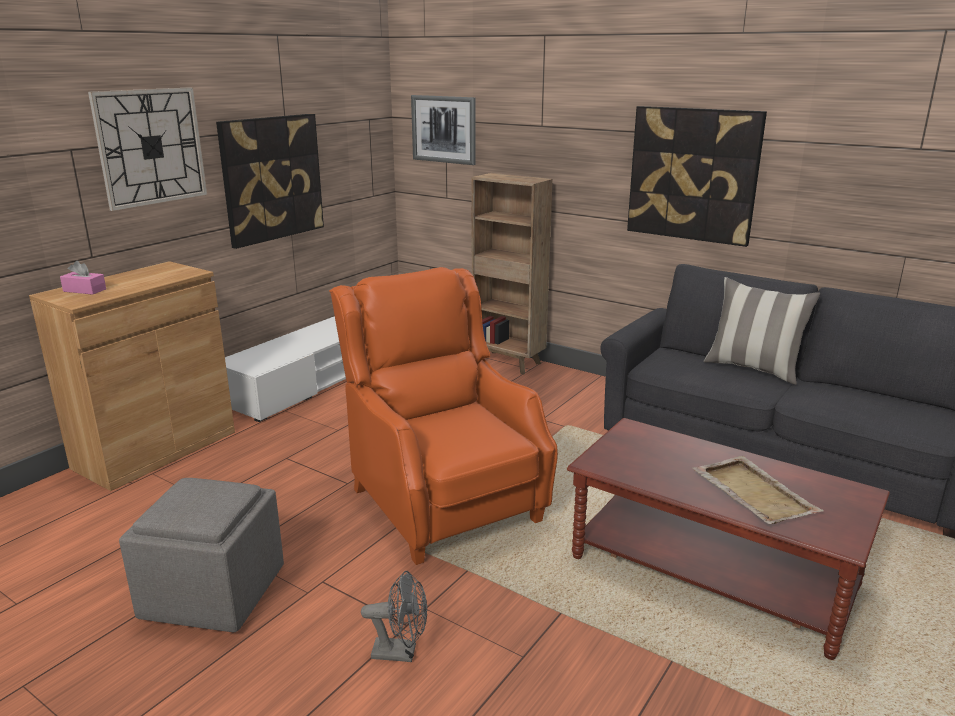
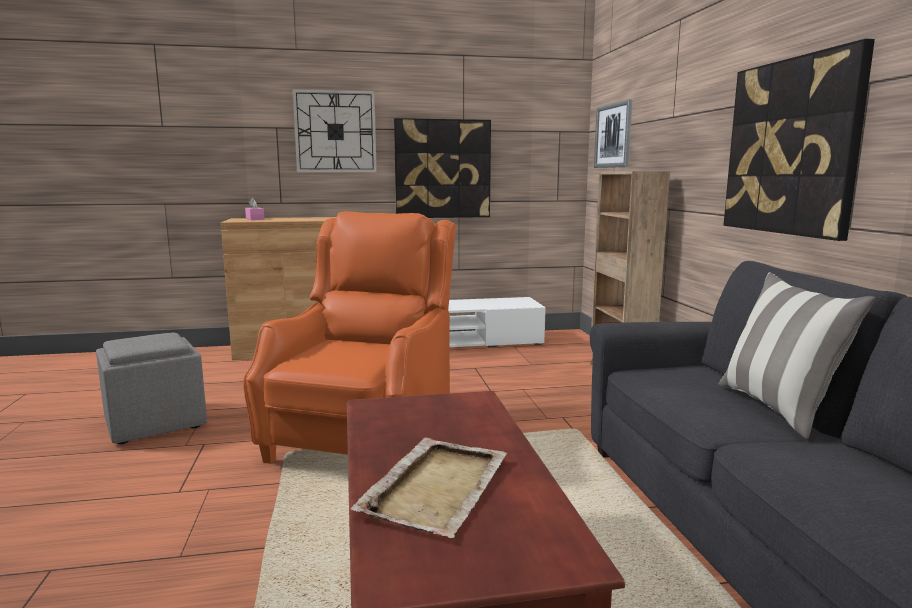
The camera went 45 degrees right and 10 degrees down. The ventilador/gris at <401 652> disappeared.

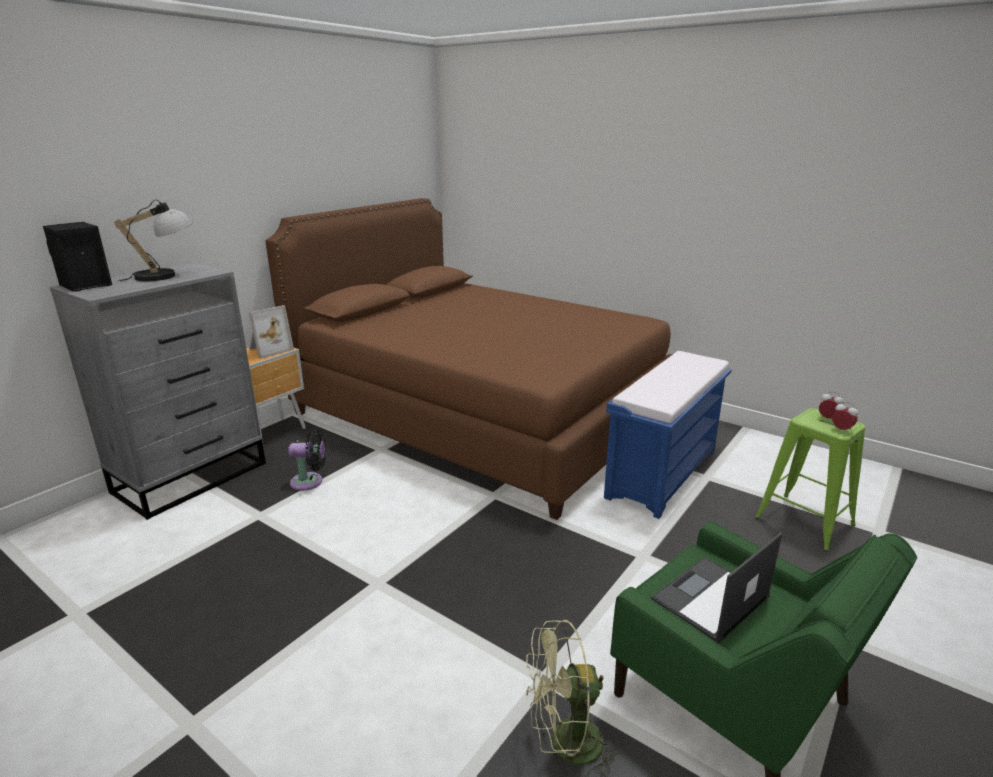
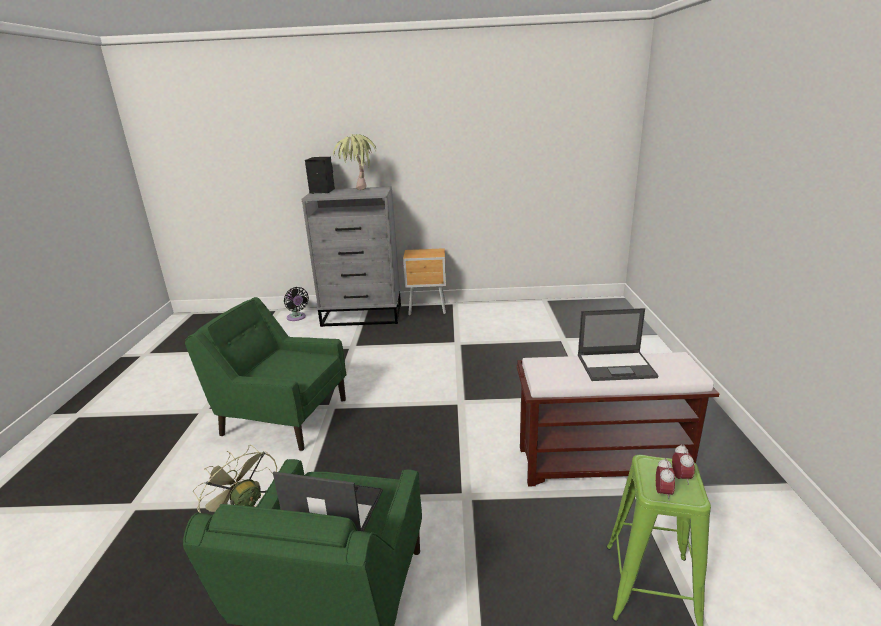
The camera went 55 degrees right and 0 degrees up. The portarretratos at <269 350> disappeared. The cama/marrón at <482 415> disappeared. The sillón/verde at <283 416> appeared. The portátil at <616 366> appeared. The ventilador/negro moved from <310 482> to <297 318>. The lámpara de mesa at <167 275> was replaced by the planta en maceta at <358 192>. The banco/azul at <662 473> became the banco/marrón at <603 462>.

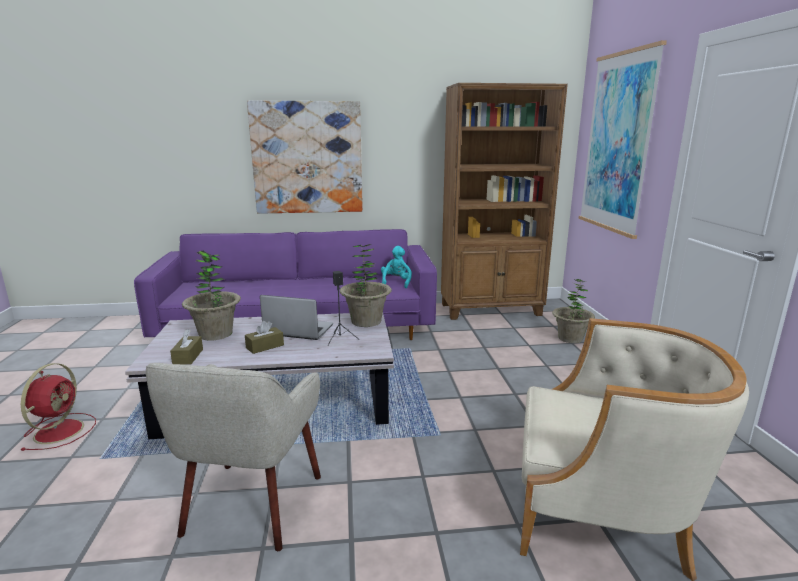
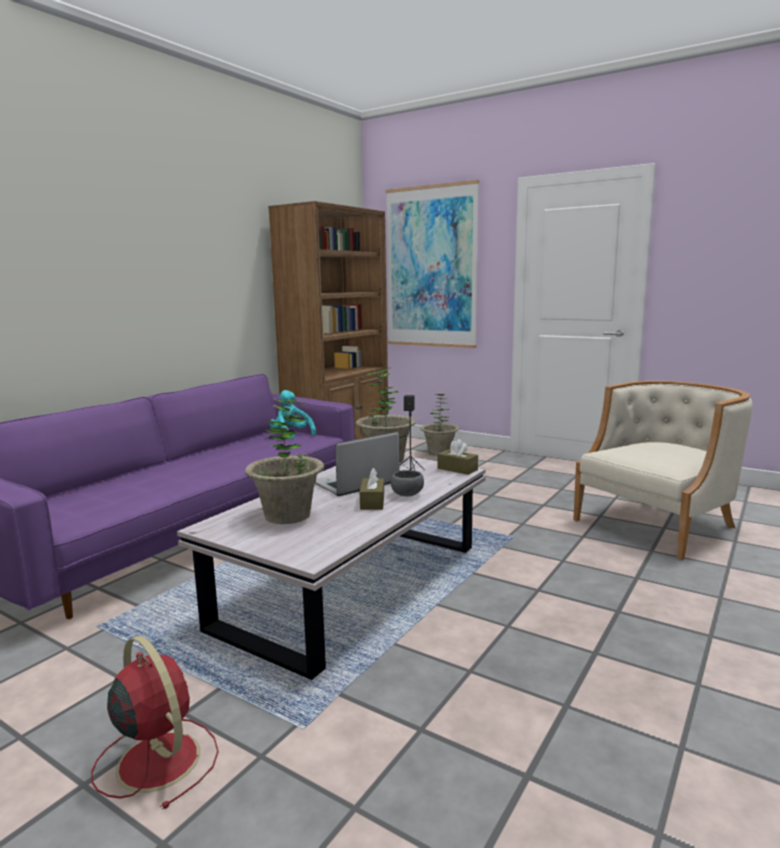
The camera went 50 degrees left and 5 degrees down. The sillón/beis at <251 505> disappeared. The cuadro at <307 158> disappeared. The cuenco/gris at <408 494> appeared. The caja de pañuelos/marrón moved from <188 357> to <457 469>.

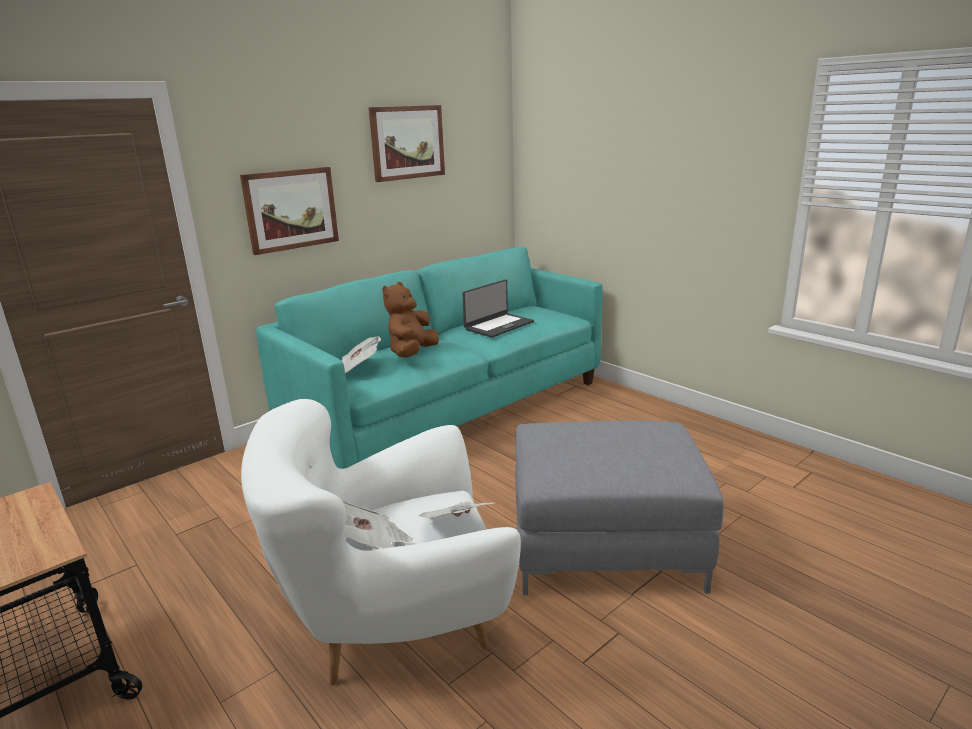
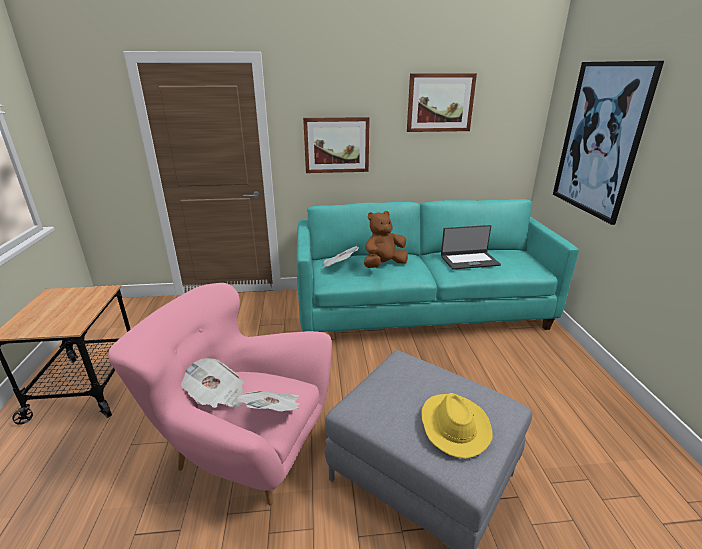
The camera went 35 degrees right and 5 degrees up. The sombrero/amarillo at <453 425> appeared. The cuadro at <599 140> appeared. The sillón/blanco at <395 622> became the sillón/rosa at <243 450>.

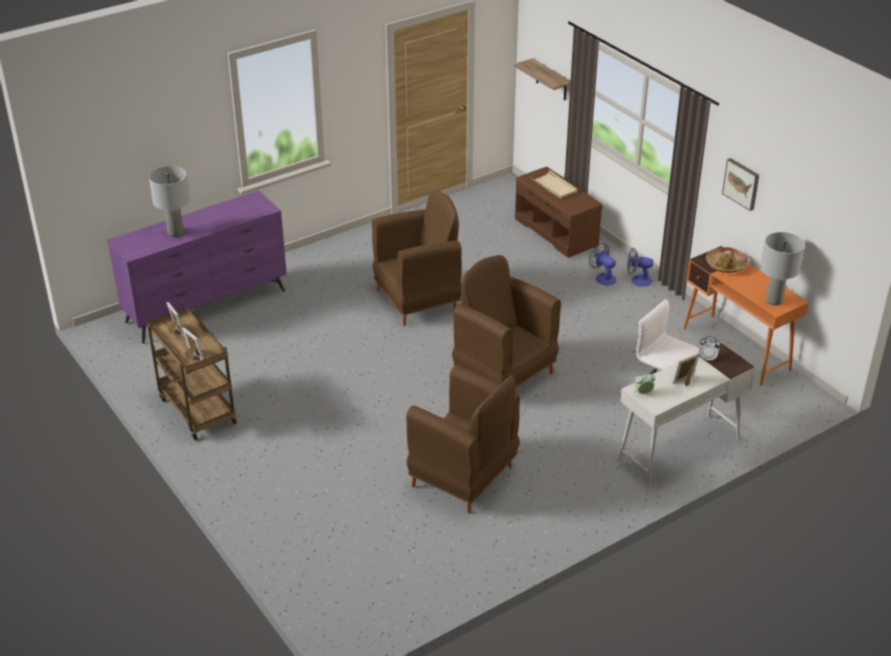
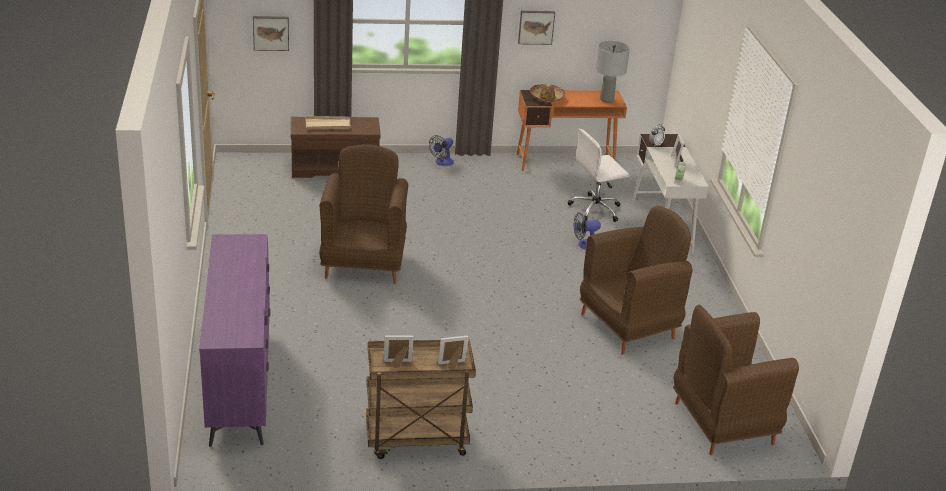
The camera went 65 degrees left and 5 degrees down. The lámpara de mesa/gris at <176 232> disappeared. The sillón/marrón moved from <504 374> to <721 424>. The ventilador moved from <602 277> to <584 245>. The estante at <551 80> was replaced by the cuadro at <271 32>.

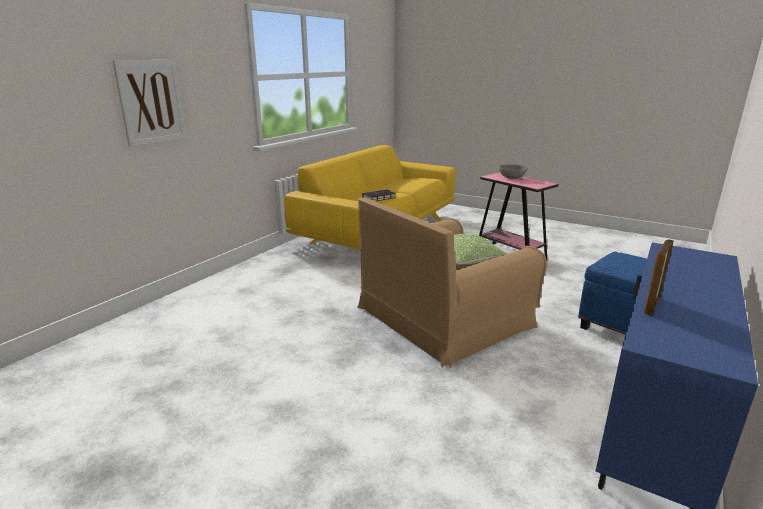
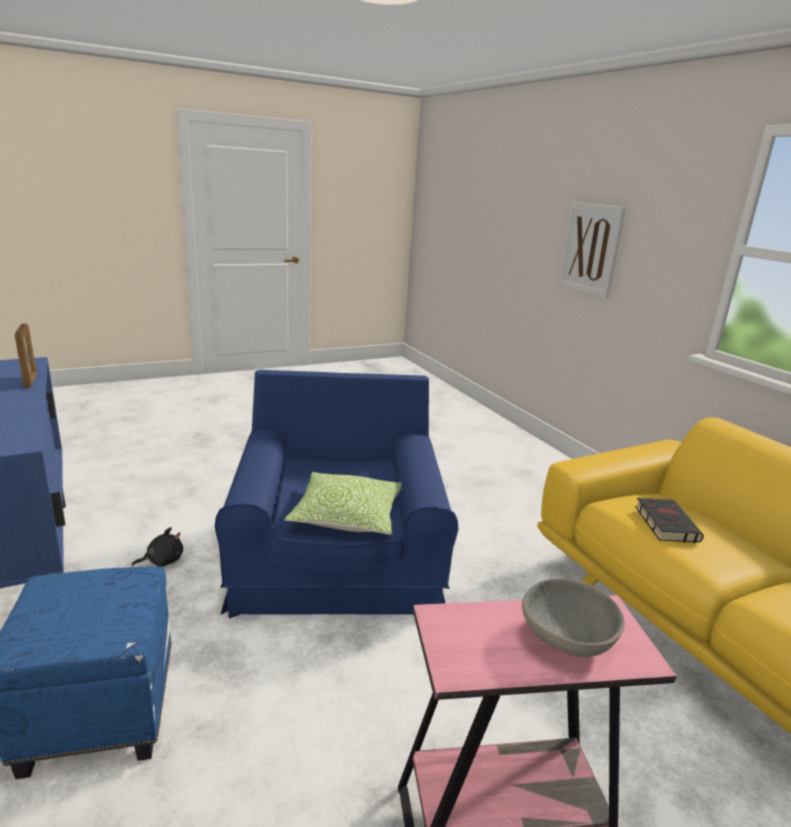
The camera went 120 degrees right and 0 degrees up. The peluche/negro at <162 561> appeared. The sillón/marrón at <443 317> became the sillón/azul at <337 560>.

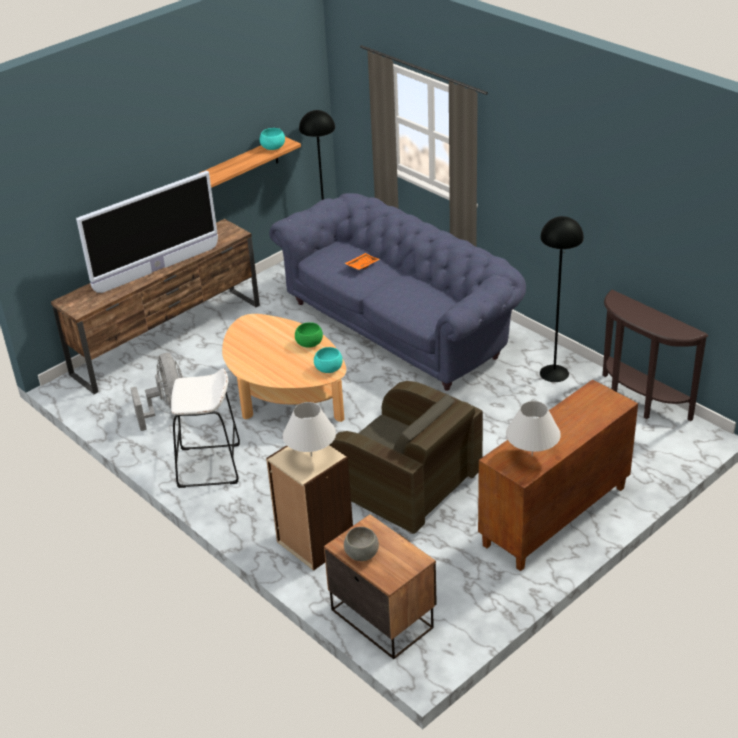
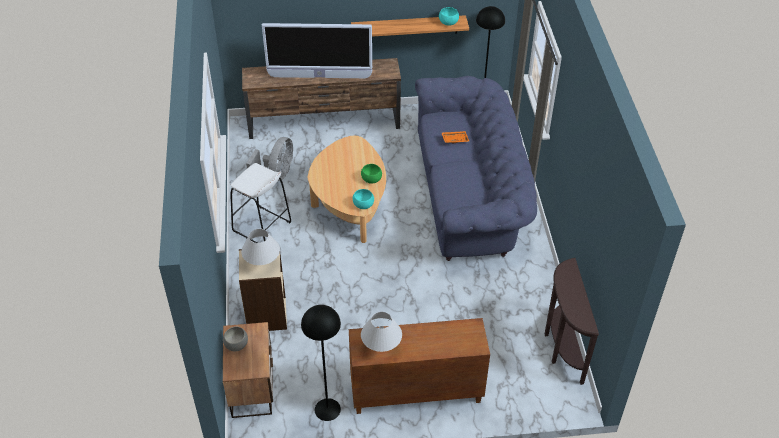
The camera went 35 degrees right and 10 degrees up. The sillón/marrón at <404 484> disappeared. The lámpara de pie/negro moved from <554 373> to <327 409>.

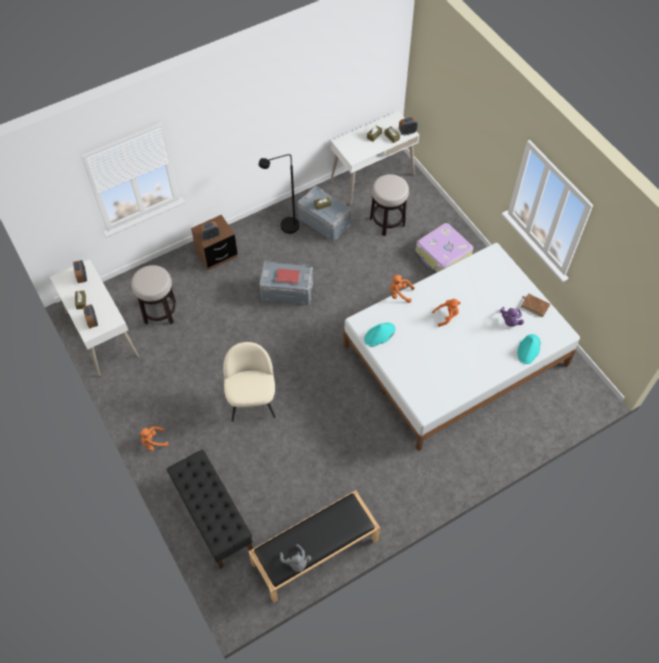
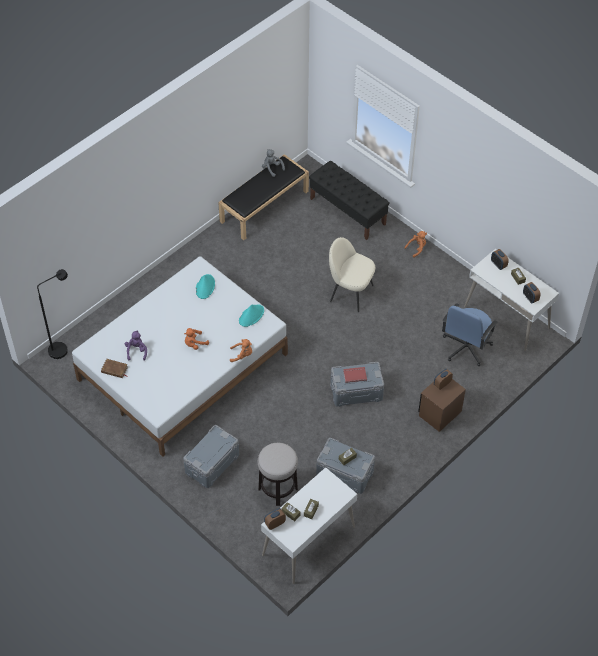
The camera went 165 degrees right and 5 degrees down. The lámpara de pie/negro moved from <285 228> to <62 348>. The sombrero/turquesa moved from <528 349> to <205 287>. The taburete at <160 312> was replaced by the silla de oficina/azul at <465 347>. The maleta at <442 254> was replaced by the caja de almacenaje/gris at <211 463>. The silla/beis at <252 401> turned 135 degrees clockwise.

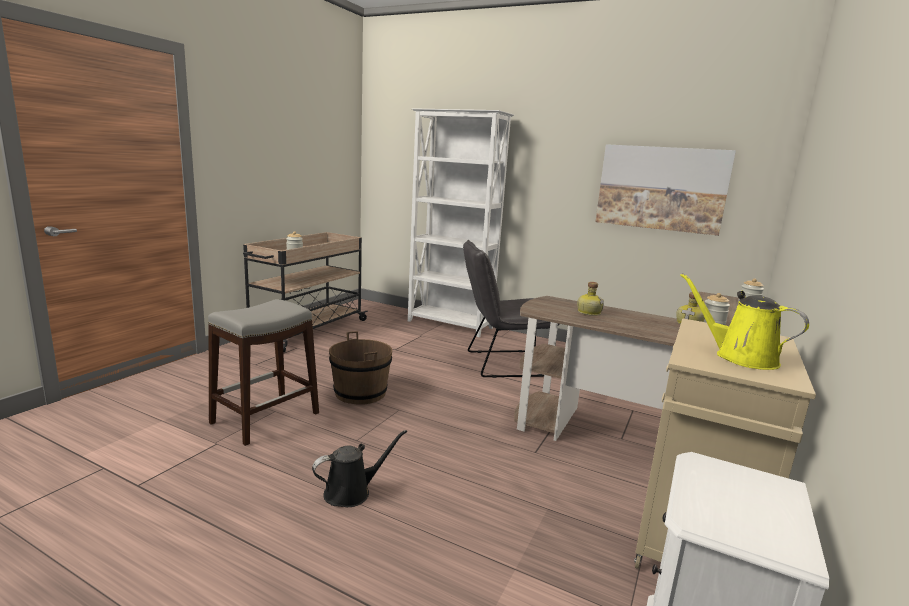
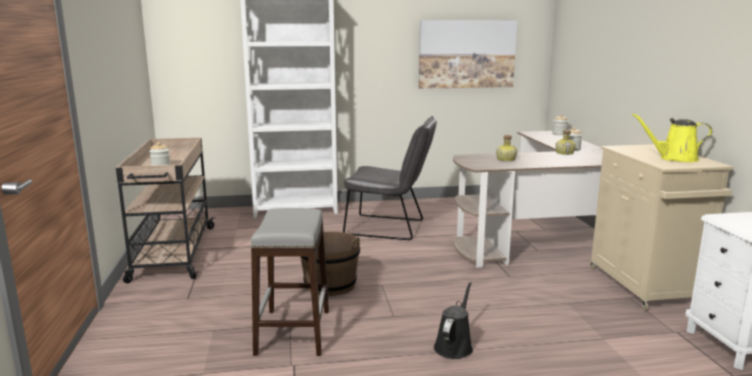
The camera went 35 degrees left and 0 degrees up. The silla/gris at <502 363> turned 120 degrees counterclockwise.

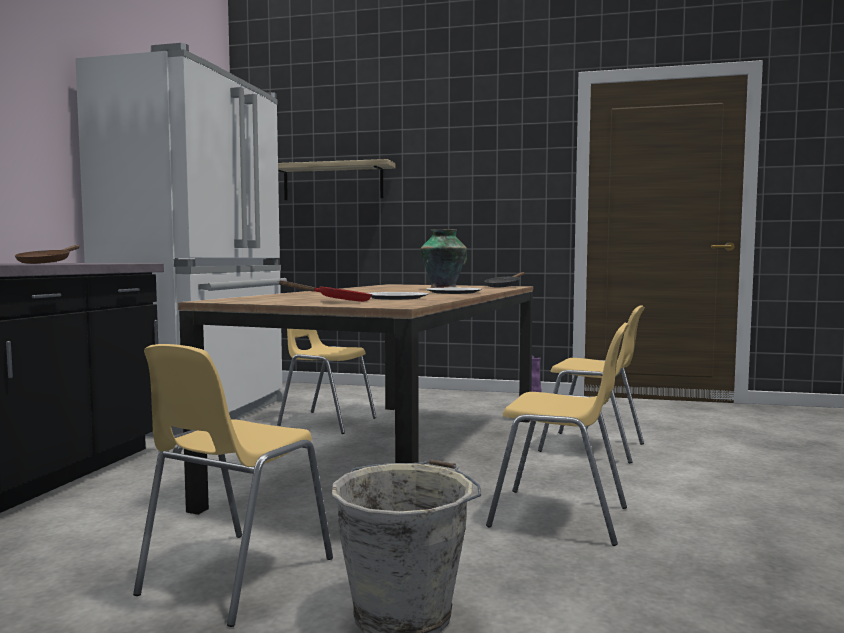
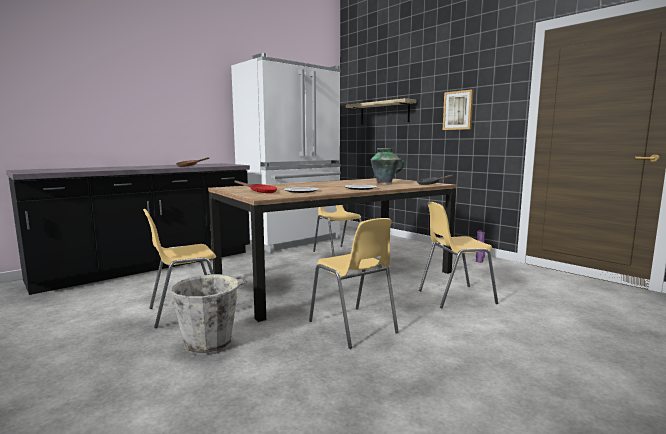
The camera went 35 degrees right and 5 degrees up. The cuadro at <458 110> appeared. The silla/amarillo at <593 448> turned 105 degrees clockwise.

